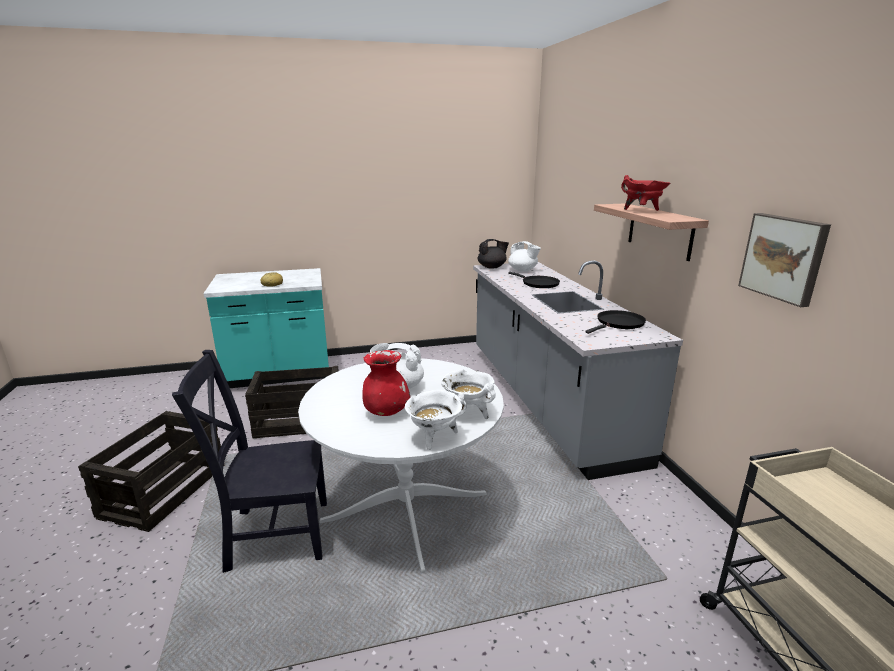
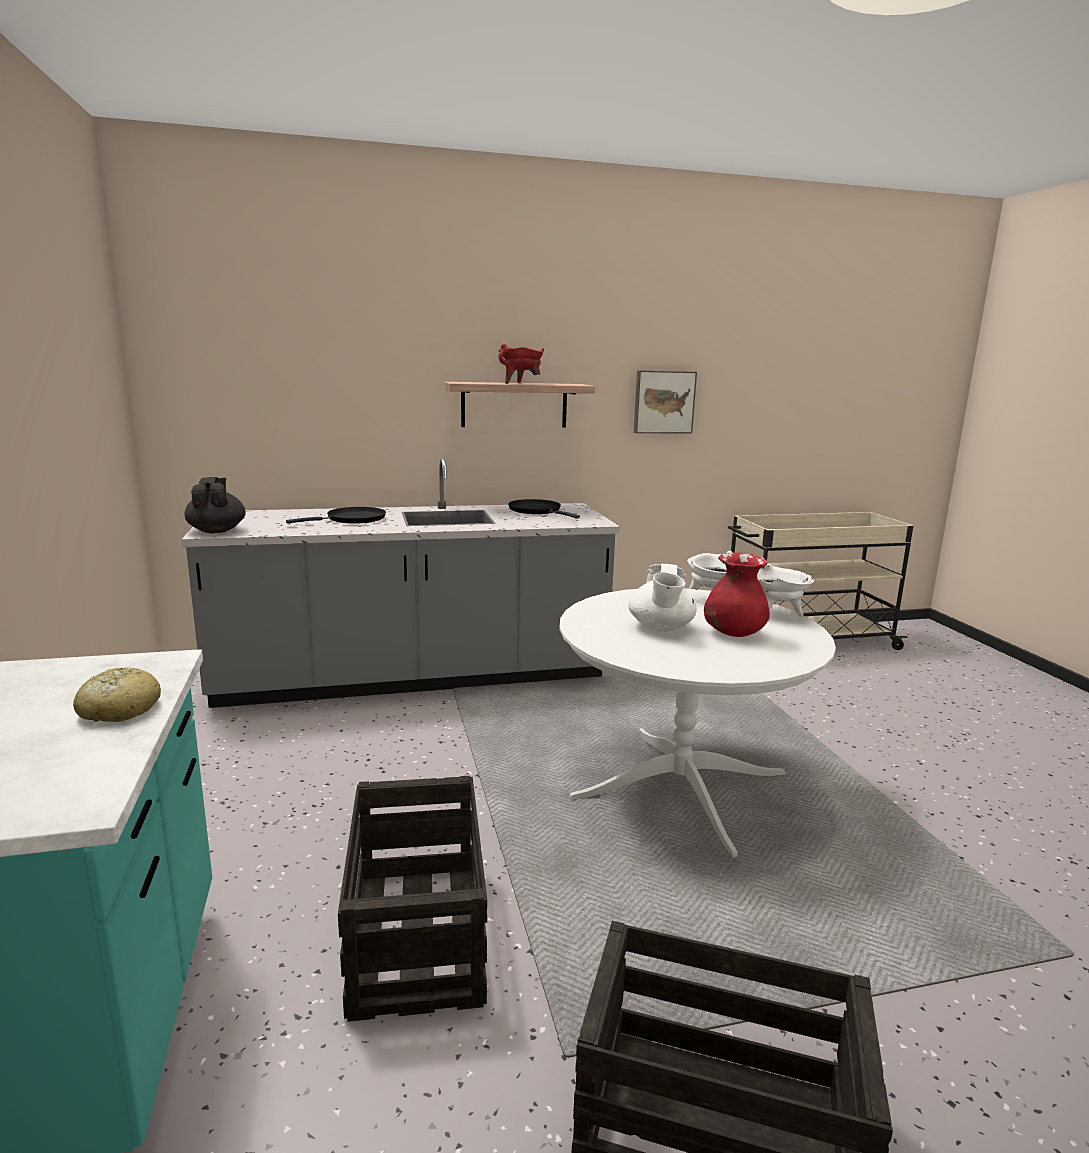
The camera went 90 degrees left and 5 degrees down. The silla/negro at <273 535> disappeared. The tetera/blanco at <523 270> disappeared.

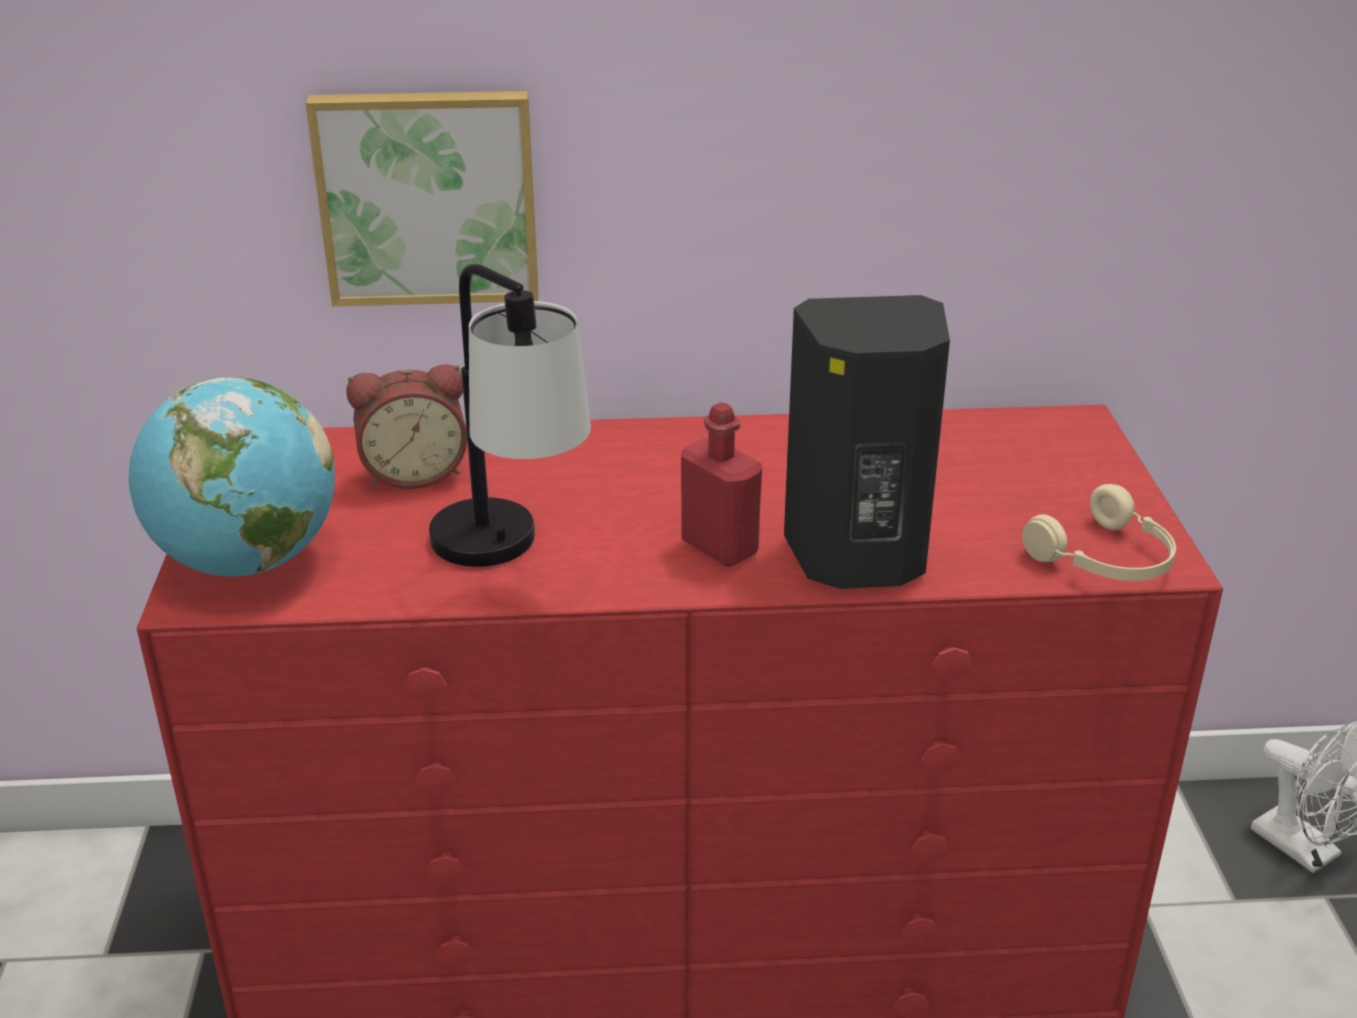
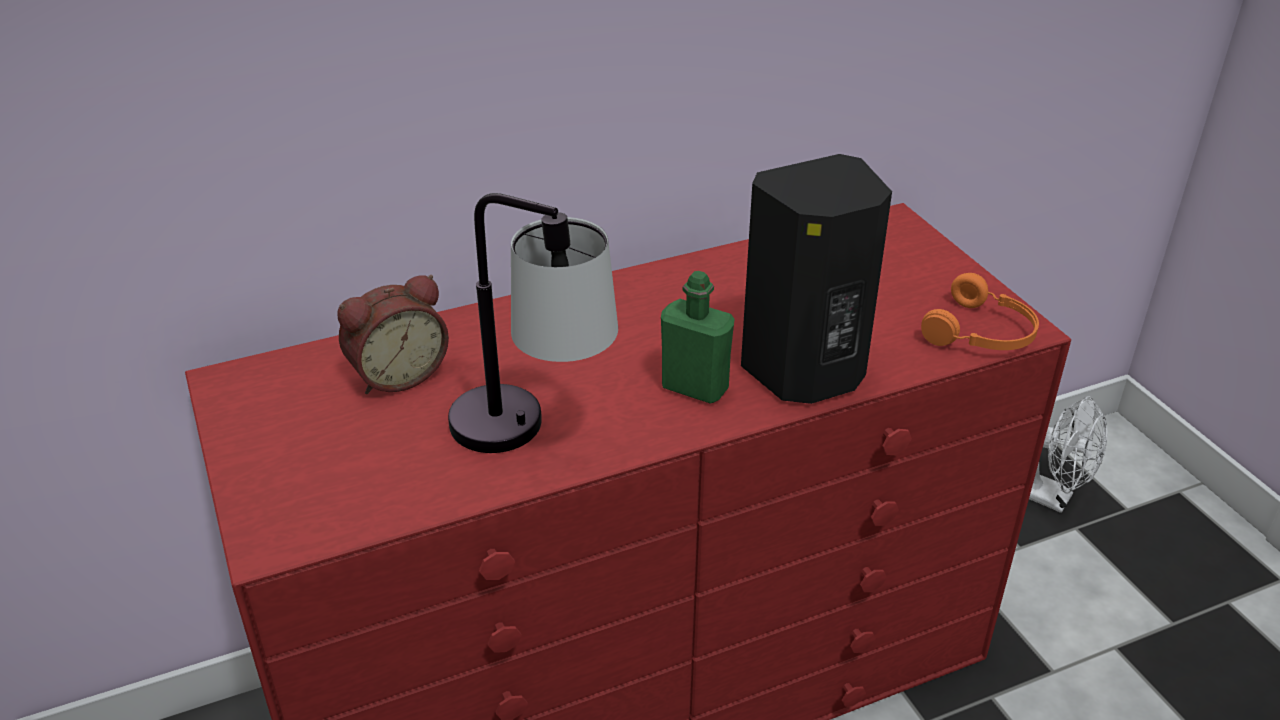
The camera went 20 degrees left and 5 degrees up. The globo terráqueo at <247 562> disappeared. The cuadro at <428 196> disappeared. The botella/rojo at <719 547> became the botella/verde at <695 387>. The auriculares/beis at <1106 560> became the auriculares/naranja at <982 334>.

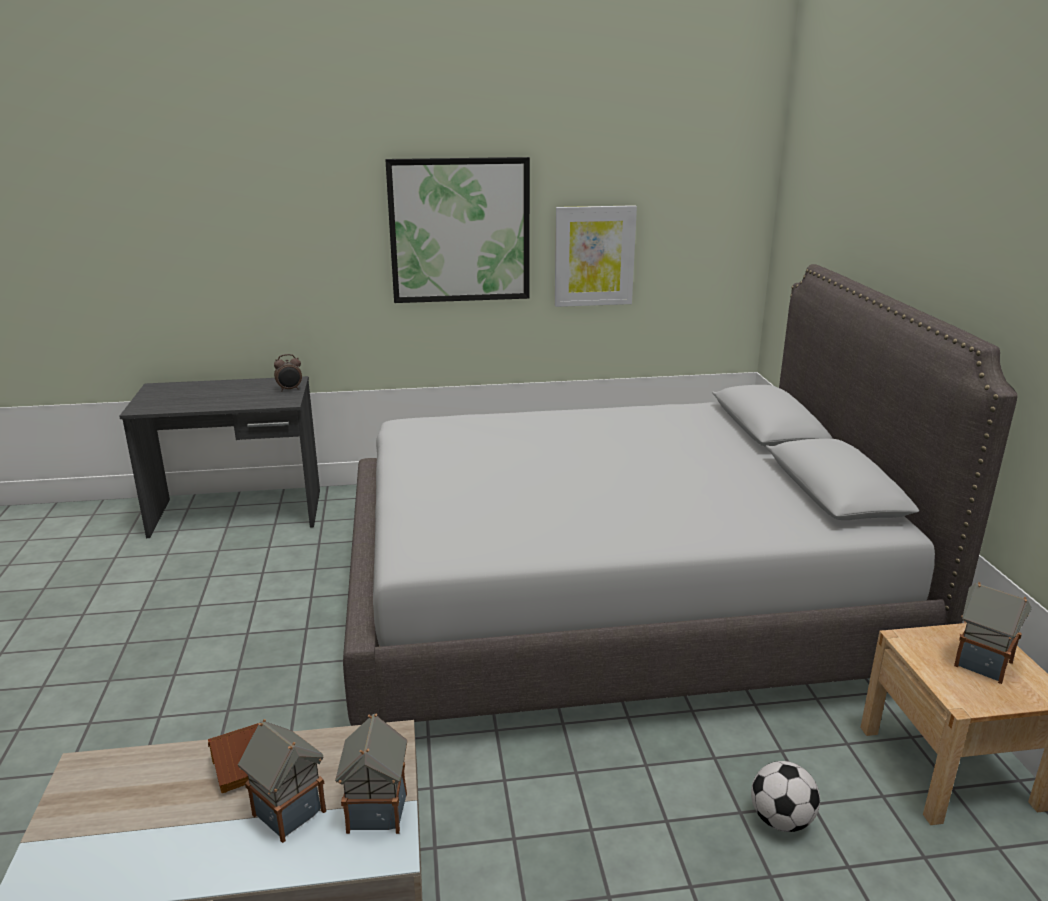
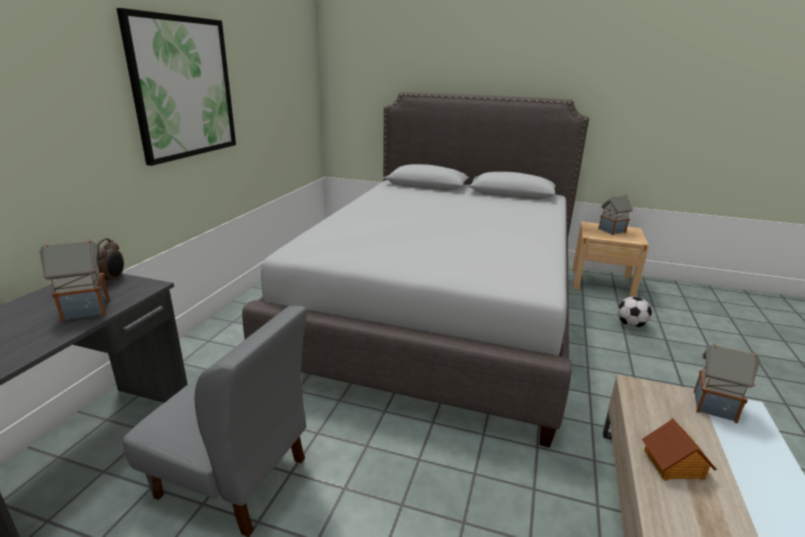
The camera went 65 degrees left and 0 degrees up. The cuadro at <594 256> disappeared. The silla/gris at <233 478> appeared. The casita moved from <287 812> to <84 310>.

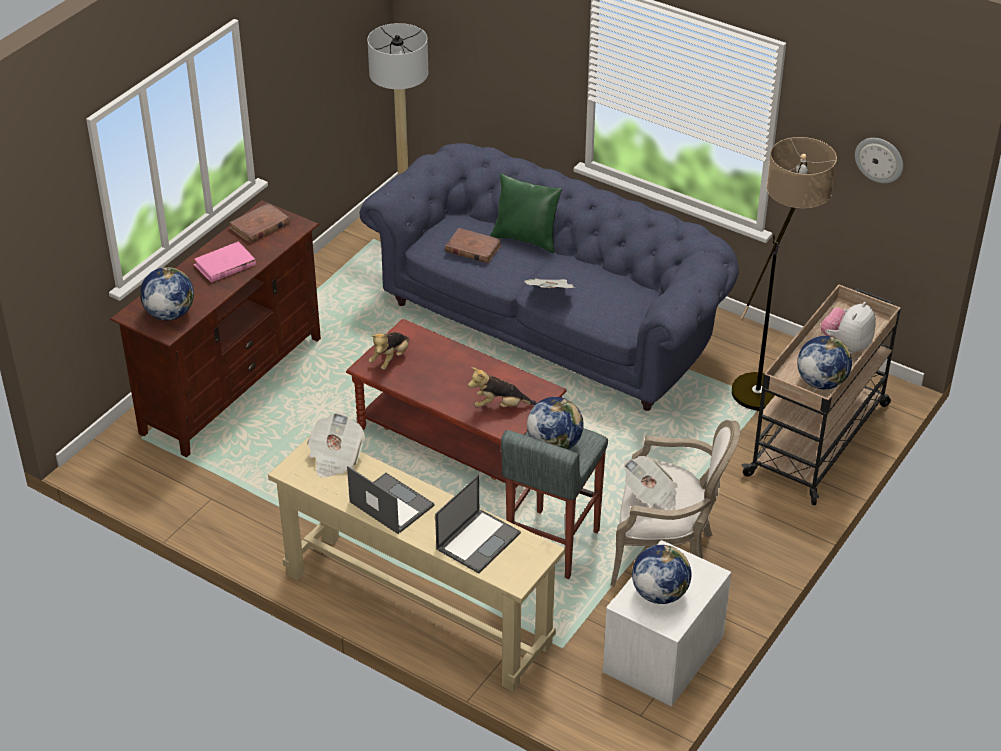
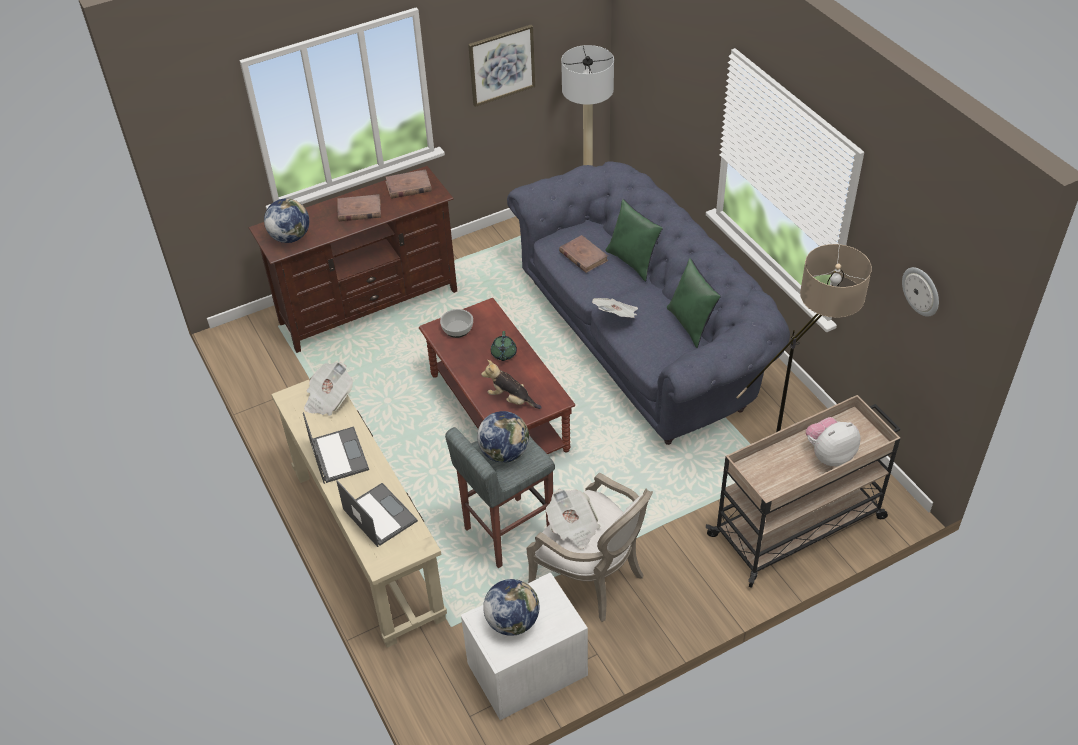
The camera went 30 degrees right and 5 degrees up. The globo terráqueo at <821 382> disappeared. The cuadro at <501 65> appeared. The tetera/verde at <503 354> appeared. The cojín/verde at <691 324> appeared. The peluche at <390 359> was replaced by the cuenco at <458 328>. The libro/rosa at <225 265> became the libro/marrón at <359 210>. The portátil at <478 540> turned 105 degrees counterclockwise.

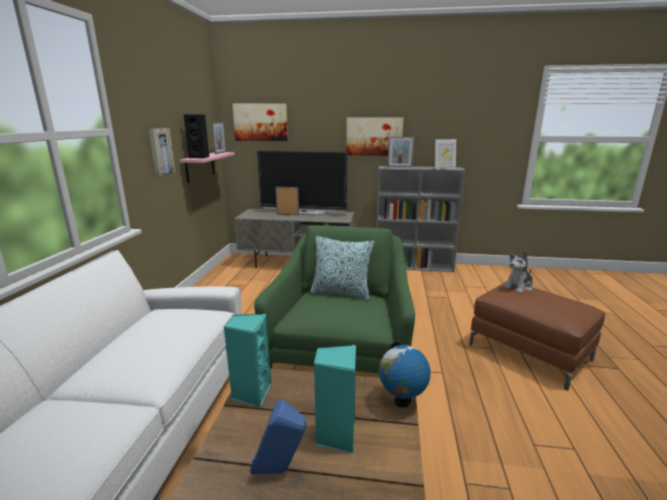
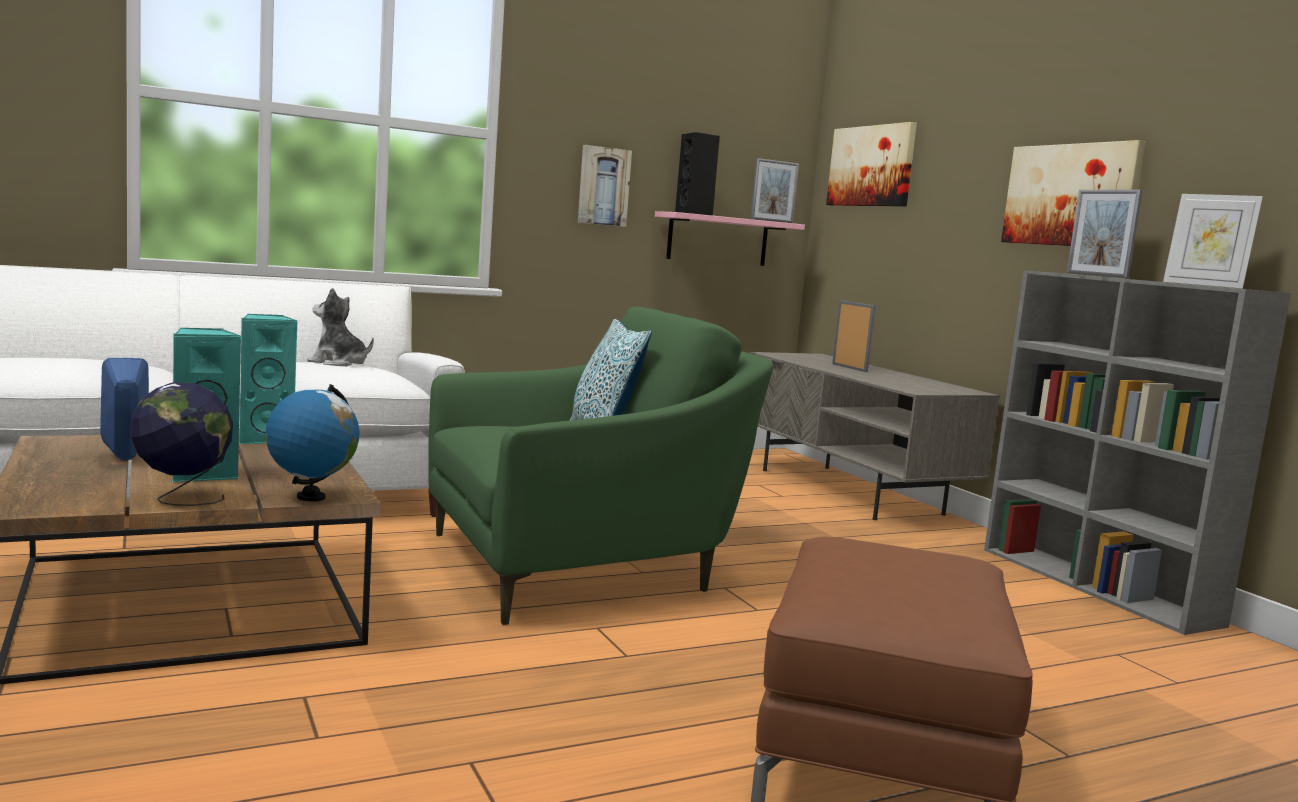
The camera went 55 degrees right and 10 degrees down. The televisor at <303 212> disappeared. The globo terráqueo at <181 499> appeared. The peluche moved from <518 287> to <338 363>.

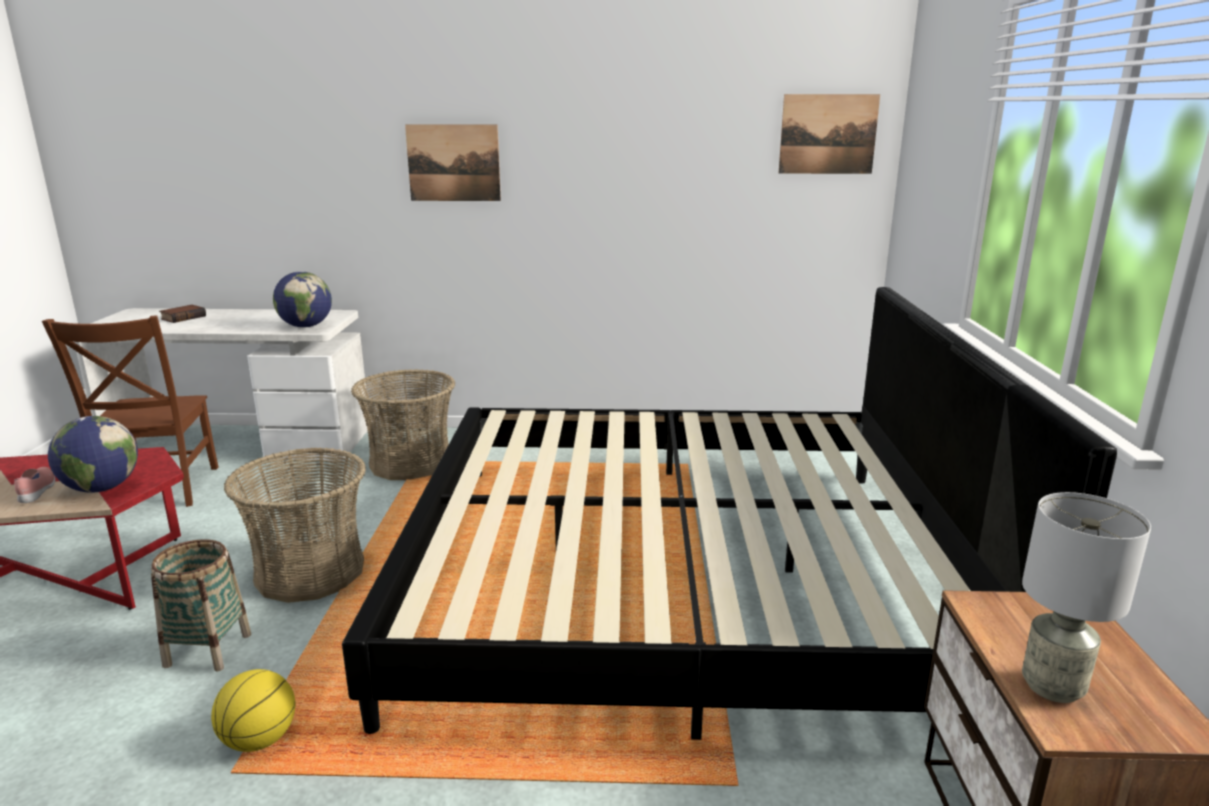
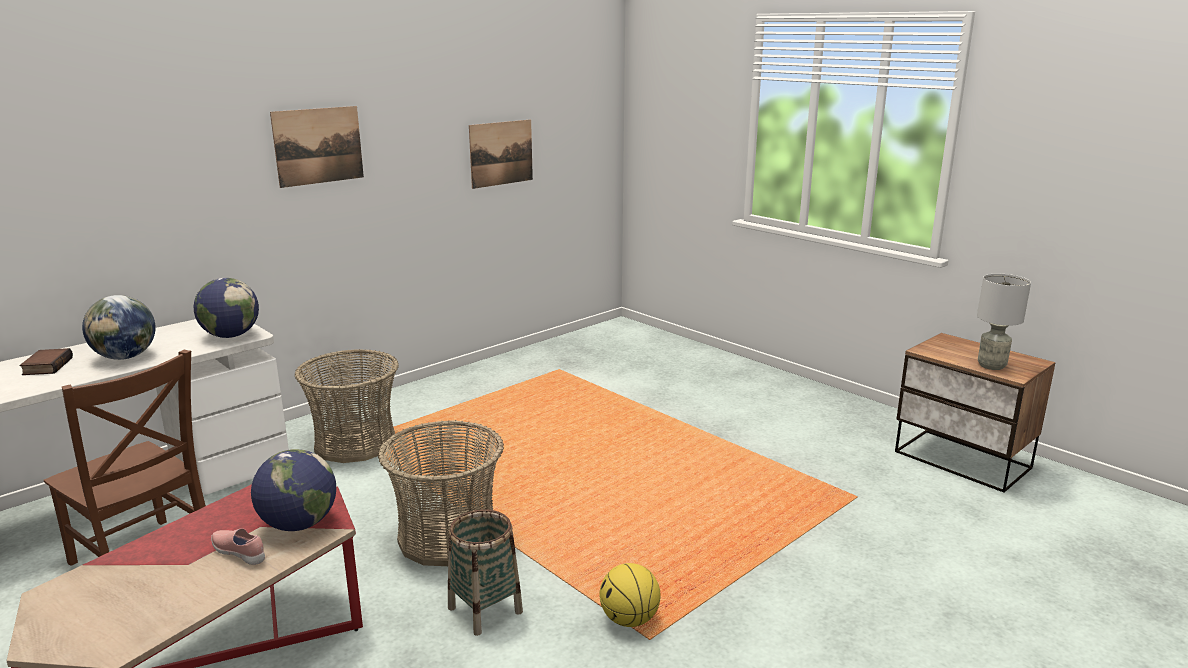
The camera went 45 degrees left and 0 degrees up. The cama at <679 575> disappeared. The globo terráqueo at <125 357> appeared. The cuadro moved from <828 134> to <501 153>.

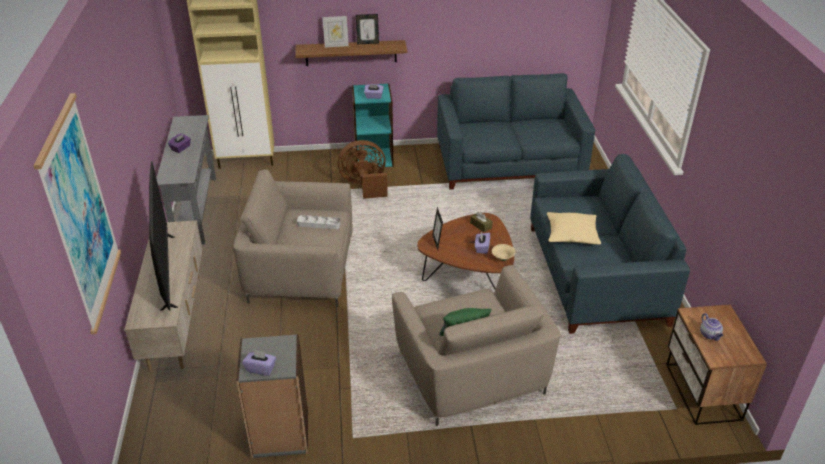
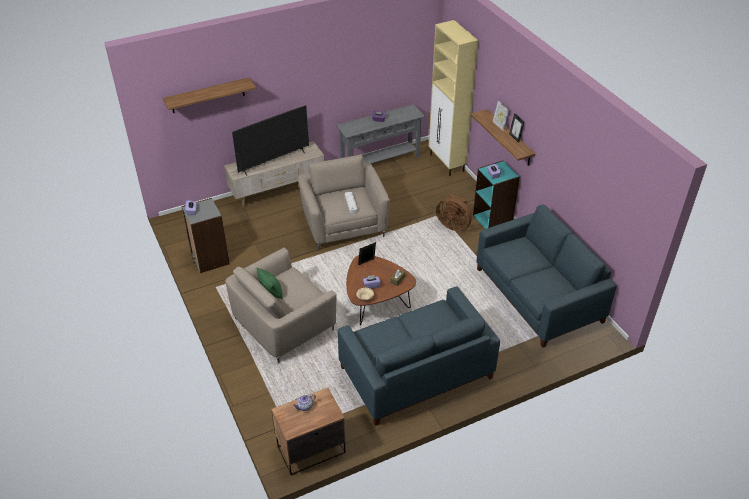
The camera went 70 degrees right and 5 degrees up. The cojín/beis at <571 235> disappeared. The cuadro at <80 215> was replaced by the estante at <207 95>. The ventilador/marrón at <364 185> turned 150 degrees clockwise.

